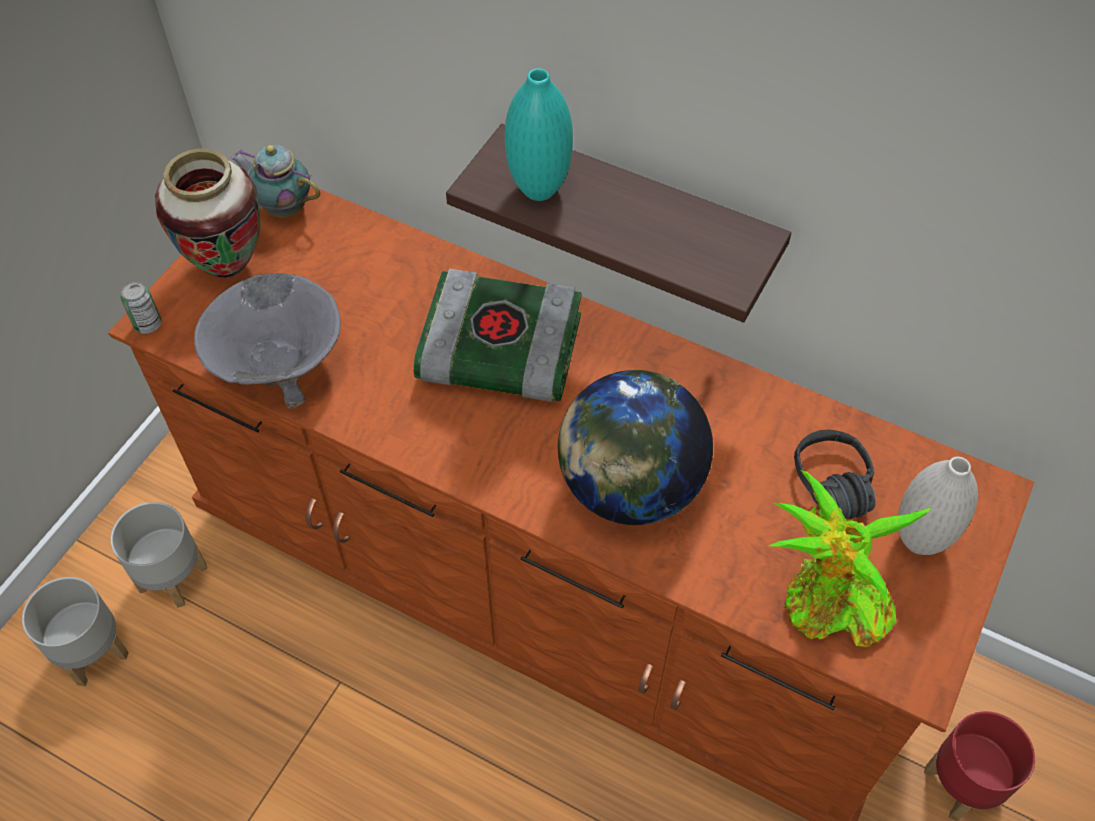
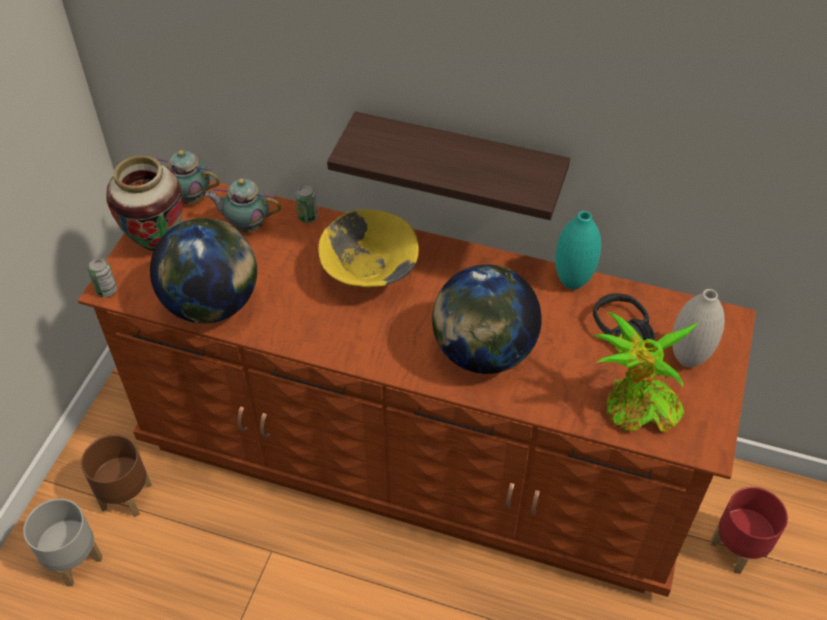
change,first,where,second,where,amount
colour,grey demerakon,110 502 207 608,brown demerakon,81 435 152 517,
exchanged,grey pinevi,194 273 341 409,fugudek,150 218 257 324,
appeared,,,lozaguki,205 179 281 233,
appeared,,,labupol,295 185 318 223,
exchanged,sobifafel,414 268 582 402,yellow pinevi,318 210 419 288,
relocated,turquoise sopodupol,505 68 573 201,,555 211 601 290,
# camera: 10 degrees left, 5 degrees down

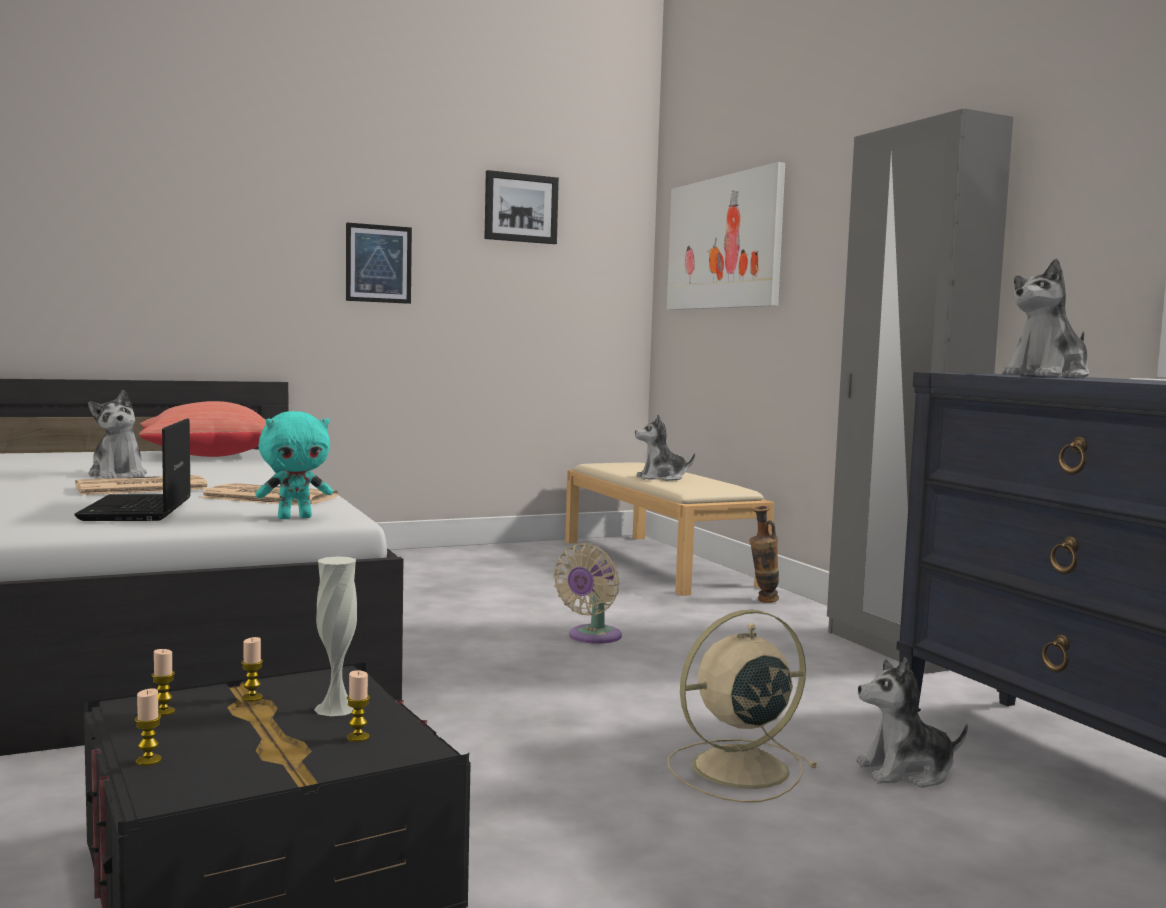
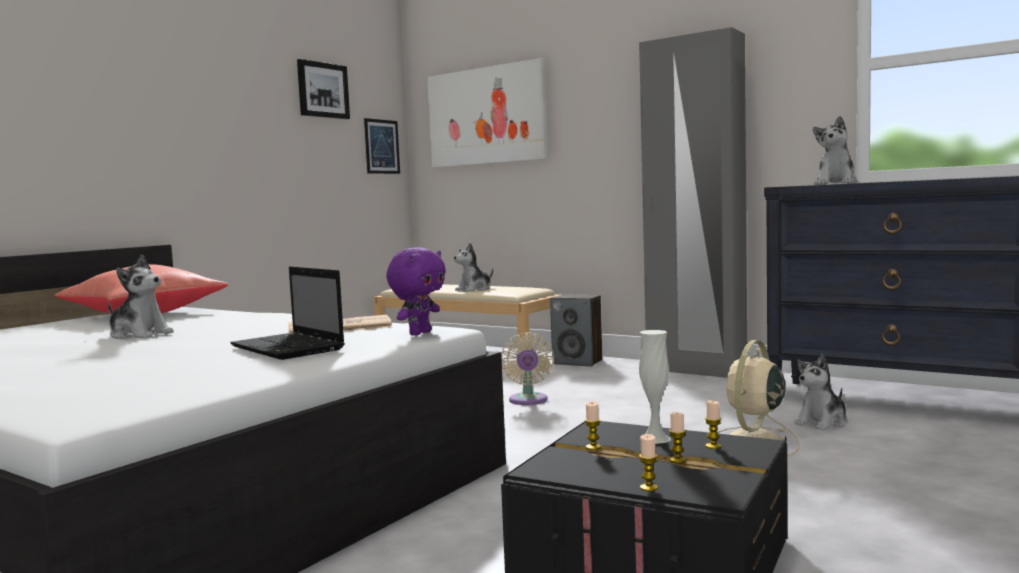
change,first,where,second,where,amount
relocated,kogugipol,346 222 412 304,,364 118 400 174,
colour,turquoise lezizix,255 411 333 519,purple lezizix,386 247 446 336,
exchanged,sopodupol,749 506 779 603,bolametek,550 294 602 366,
relocated,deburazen,152 649 175 716,,669 412 686 463,
missing,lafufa,75 475 208 495,,,
# camera: 30 degrees left, 0 degrees up

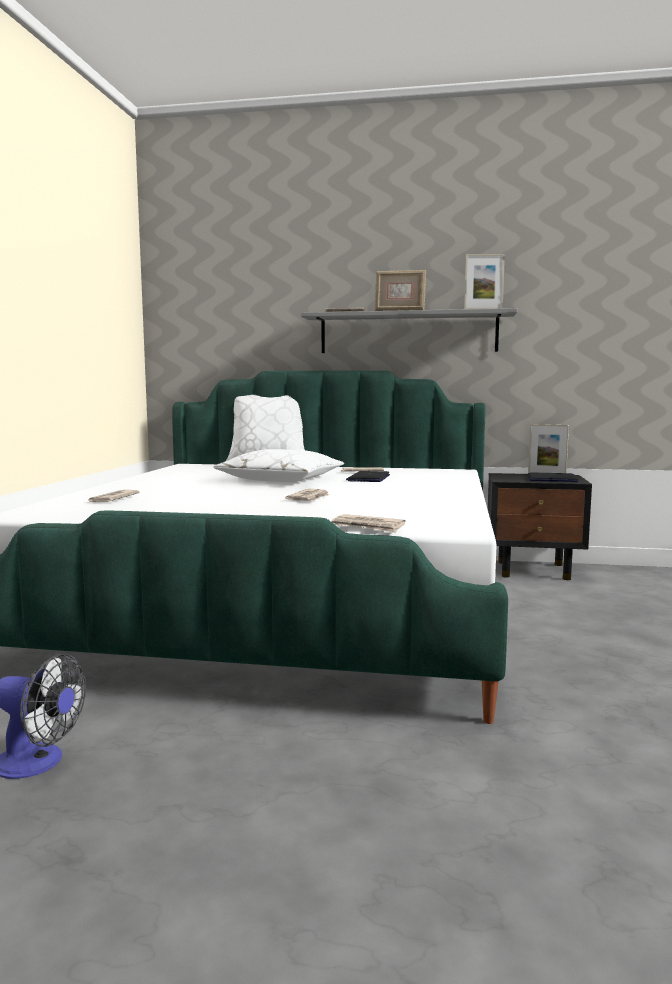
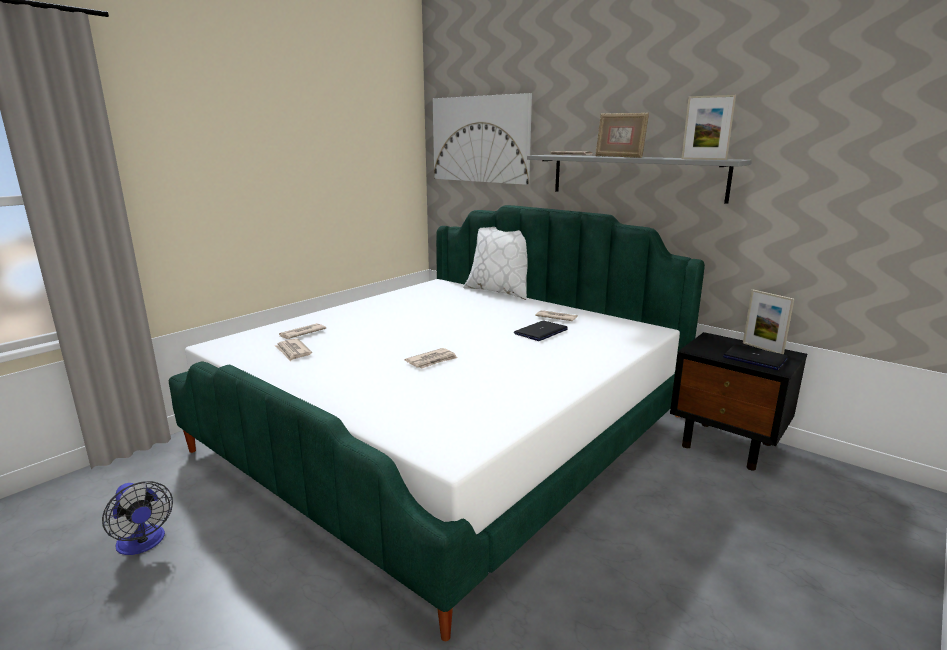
change,first,where,second,where,amount
relocated,lafufa,332 514 405 533,,275 338 312 361,
appeared,,,kogugipol,433 93 532 185,
missing,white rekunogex,213 449 344 482,,,
# camera: 30 degrees right, 10 degrees up

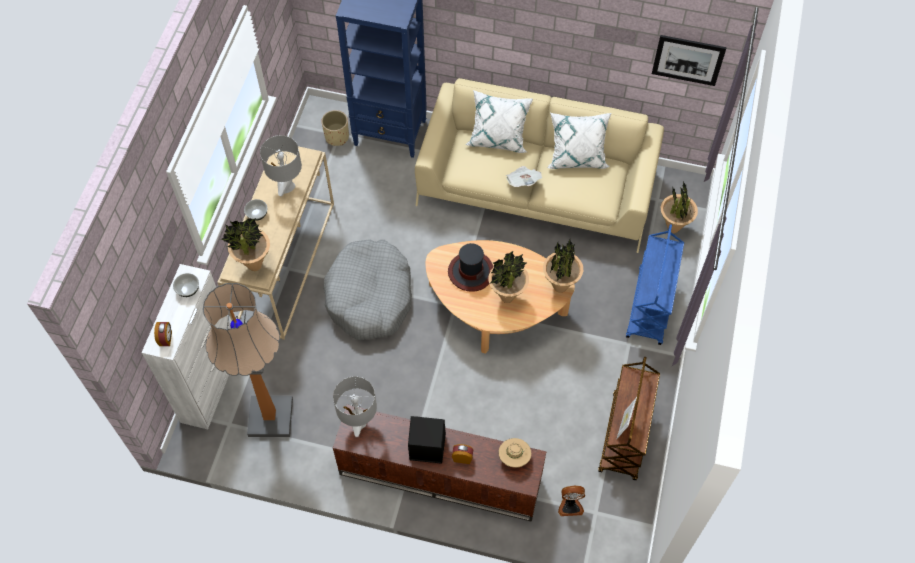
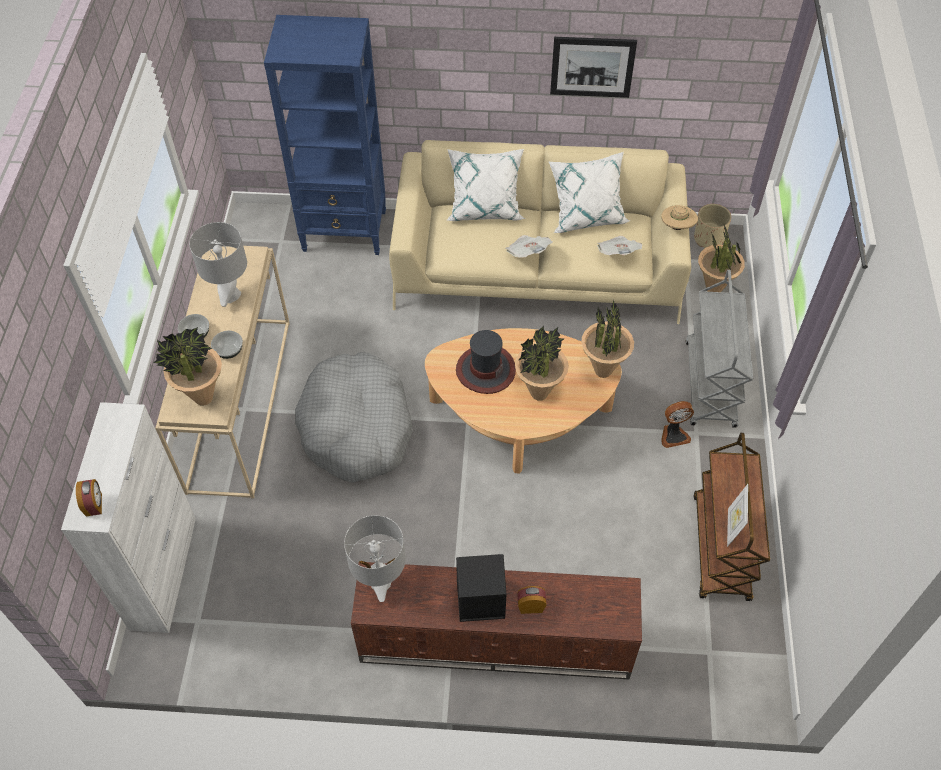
change,first,where,second,where,amount
relocated,pinevi,173 273 199 297,,211 331 243 359,
relocated,kogugipol,652 35 727 86,,550 37 637 98,
appeared,,,lafufa,597 236 642 255,
relocated,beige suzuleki,499 438 531 468,,661 205 698 230,
relocated,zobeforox,558 486 585 516,,661 401 694 448,
colour,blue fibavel,626 224 684 345,grey fibavel,685 270 753 428,
relocated,beige demerakon,321 110 349 146,,694 204 731 248,
missing,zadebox,203 283 293 437,,,
# camera: 10 degrees left, 5 degrees down

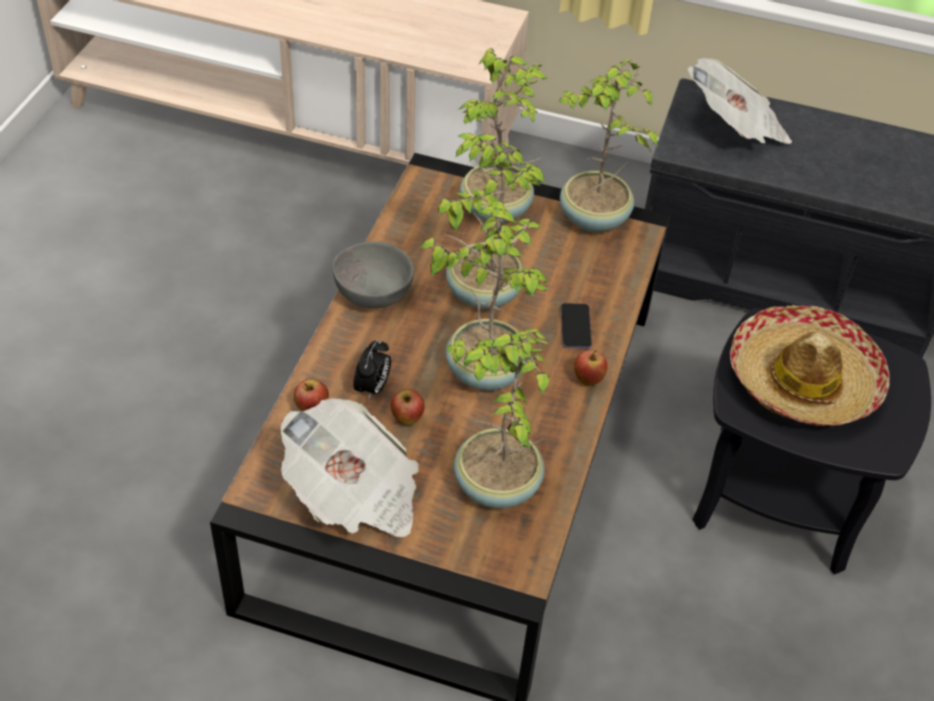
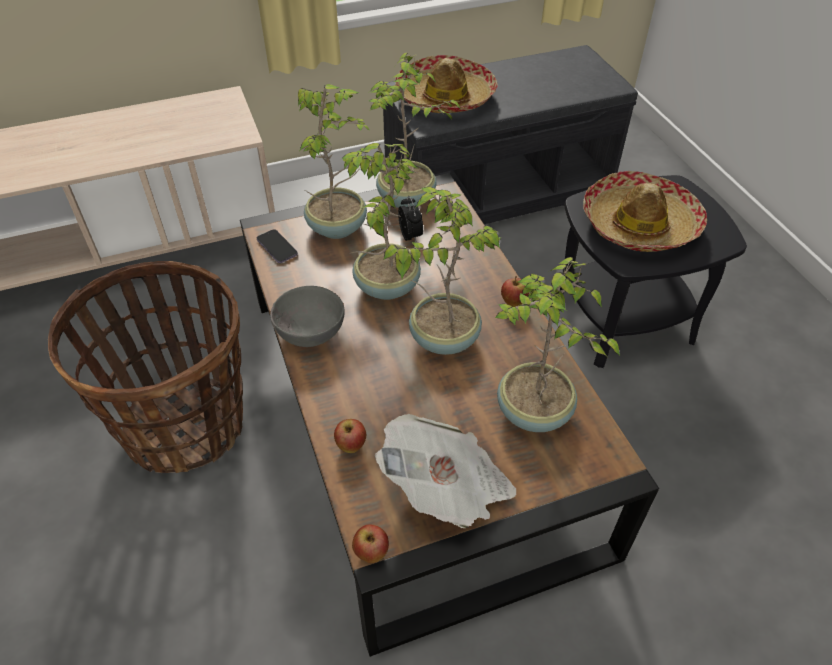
change,first,where,second,where,amount
appeared,,,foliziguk,48 261 243 473,
relocated,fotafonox,561 303 592 349,,257 229 298 263,
relocated,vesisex,391 389 425 426,,352 524 389 563,
exchanged,lafufa,687 58 792 144,suzuleki,395 55 497 113,
relocated,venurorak,353 340 391 400,,398 196 423 242,
# camera: 35 degrees left, 0 degrees up

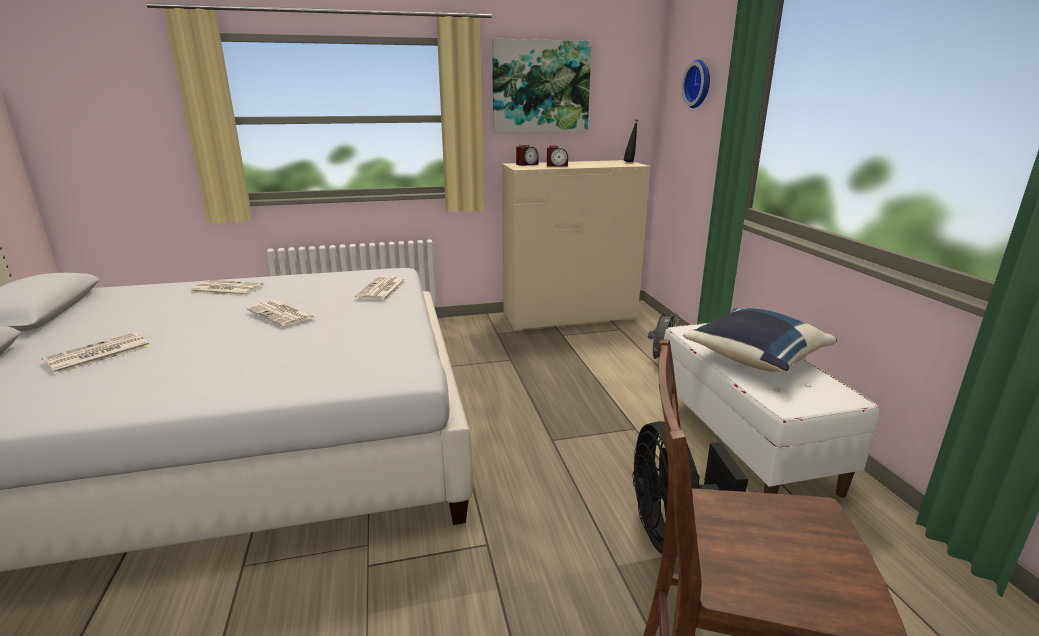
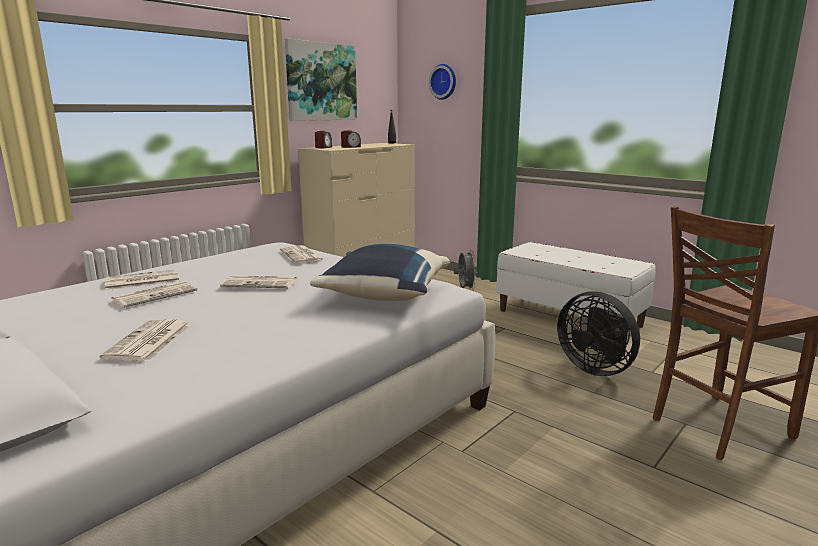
change,first,where,second,where,amount
appeared,,,lafufa,111 281 198 308,
relocated,blue rekunogex,683 308 837 372,,310 244 450 301,
# camera: 35 degrees left, 5 degrees down

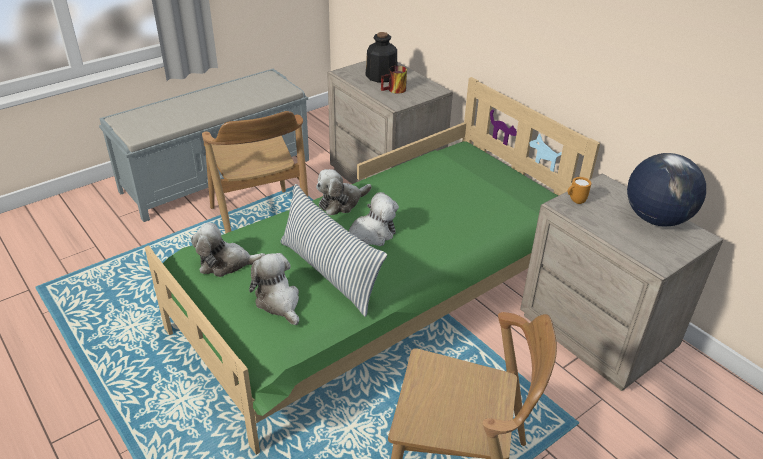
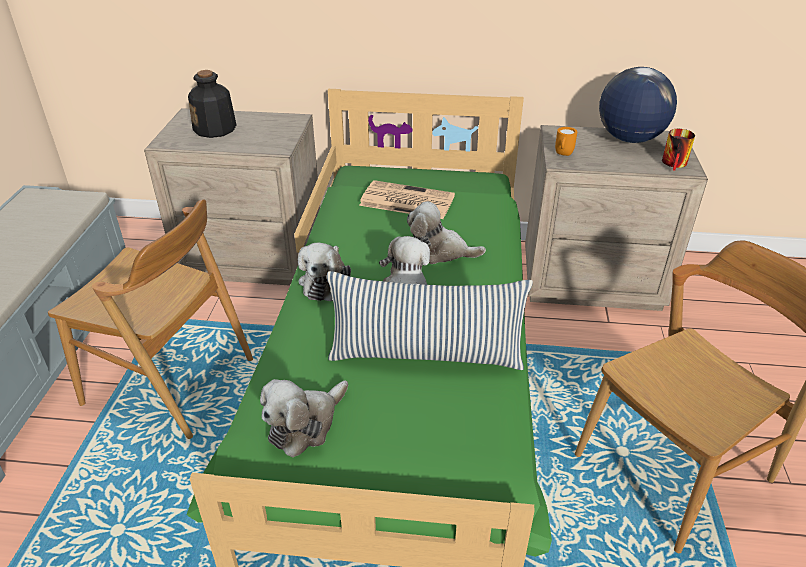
change,first,where,second,where,amount
appeared,,,lafufa,359 180 455 219,
relocated,lezizix,249 253 299 325,,407 201 486 264,
relocated,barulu,381 66 407 94,,662 129 695 171,
# camera: 45 degrees left, 0 degrees up

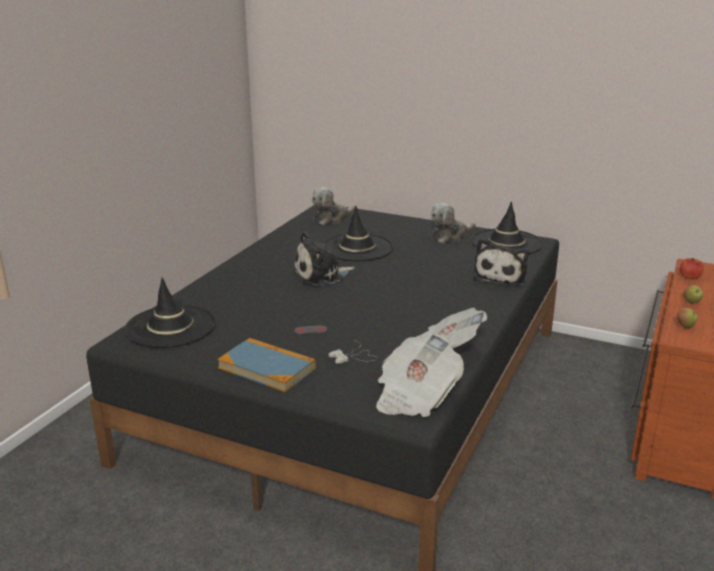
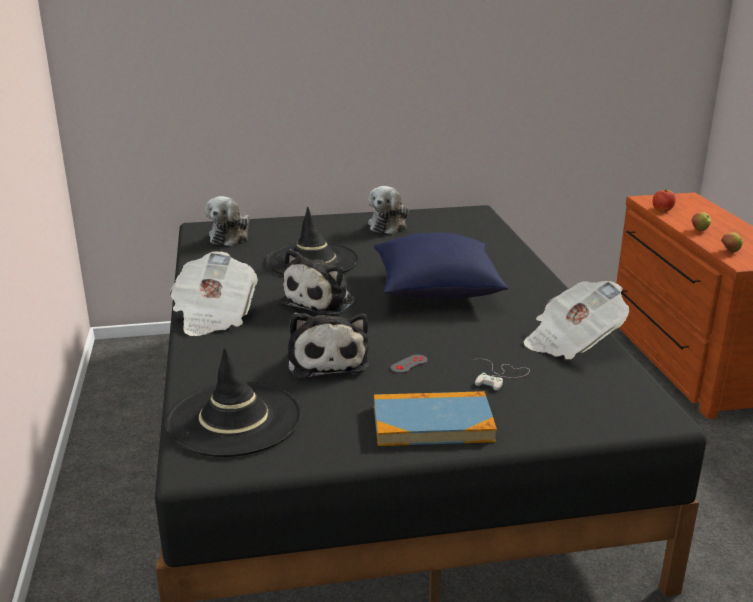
change,first,where,second,where,amount
relocated,lafufa,376 334 464 417,,170 252 258 336,
relocated,lezizix,473 238 528 287,,287 312 369 379,
appeared,,,blue rekunogex,374 232 508 299,
missing,black suzuleki,471 201 543 255,,,
# camera: 35 degrees left, 0 degrees up

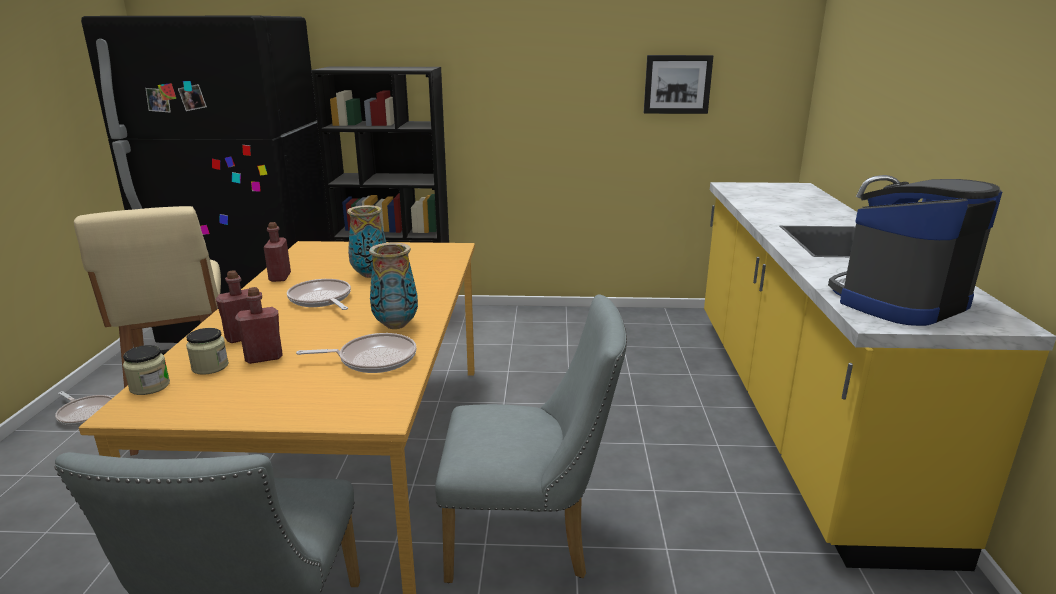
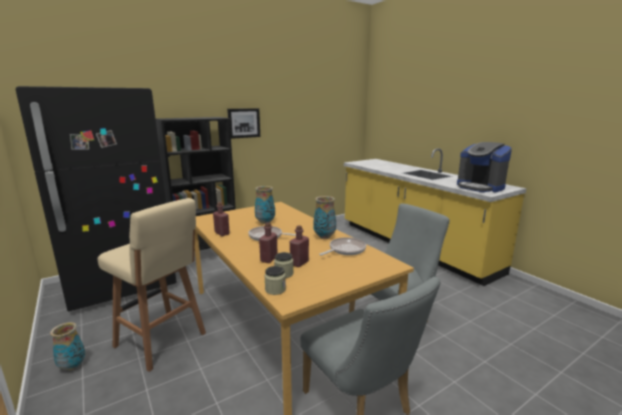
change,first,where,second,where,amount
exchanged,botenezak,55 391 112 426,sopodupol,50 322 85 370,
relocated,kogugipol,644 55 713 114,,227 108 260 139,
spun,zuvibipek,828 179 1002 326,,457 142 512 192,60 degrees counterclockwise
# camera: 35 degrees left, 5 degrees down

